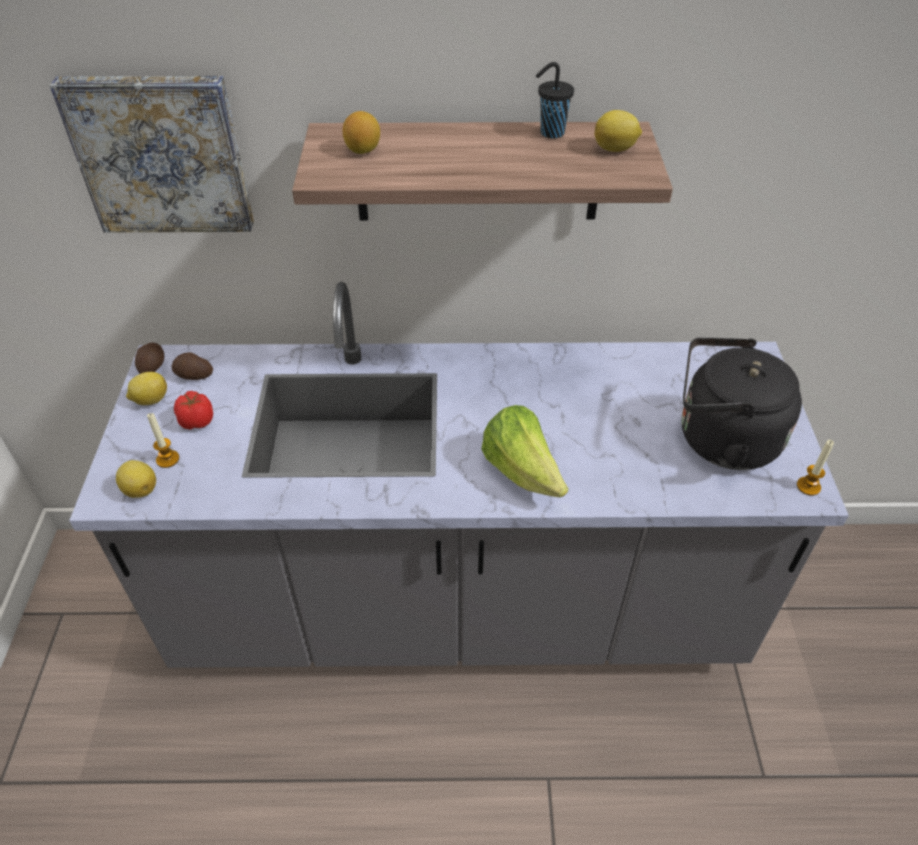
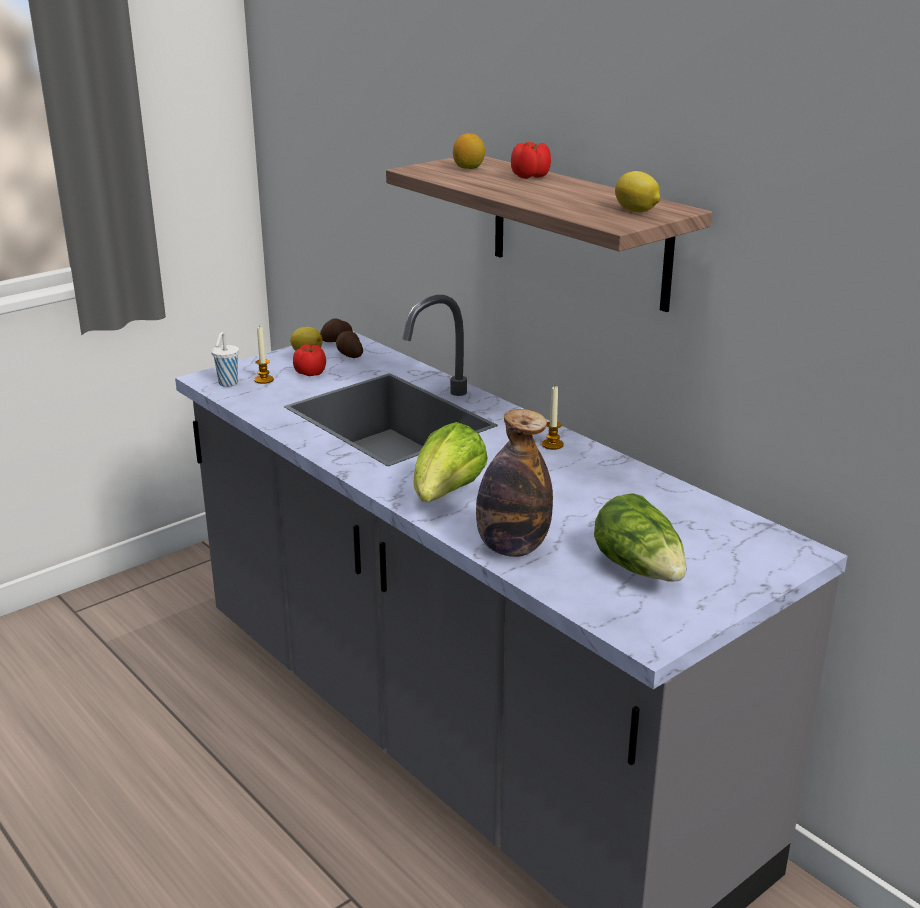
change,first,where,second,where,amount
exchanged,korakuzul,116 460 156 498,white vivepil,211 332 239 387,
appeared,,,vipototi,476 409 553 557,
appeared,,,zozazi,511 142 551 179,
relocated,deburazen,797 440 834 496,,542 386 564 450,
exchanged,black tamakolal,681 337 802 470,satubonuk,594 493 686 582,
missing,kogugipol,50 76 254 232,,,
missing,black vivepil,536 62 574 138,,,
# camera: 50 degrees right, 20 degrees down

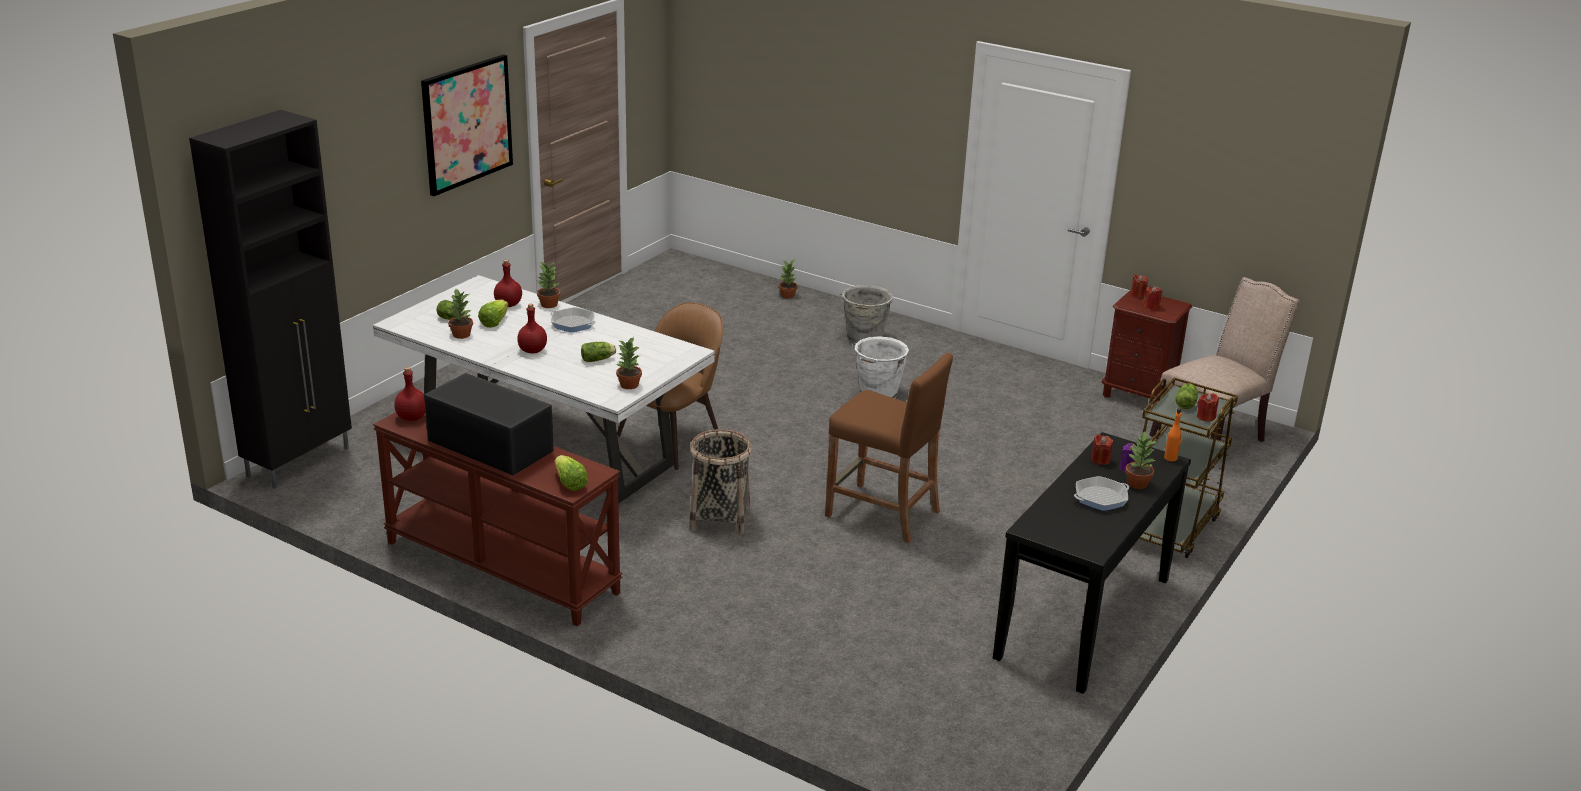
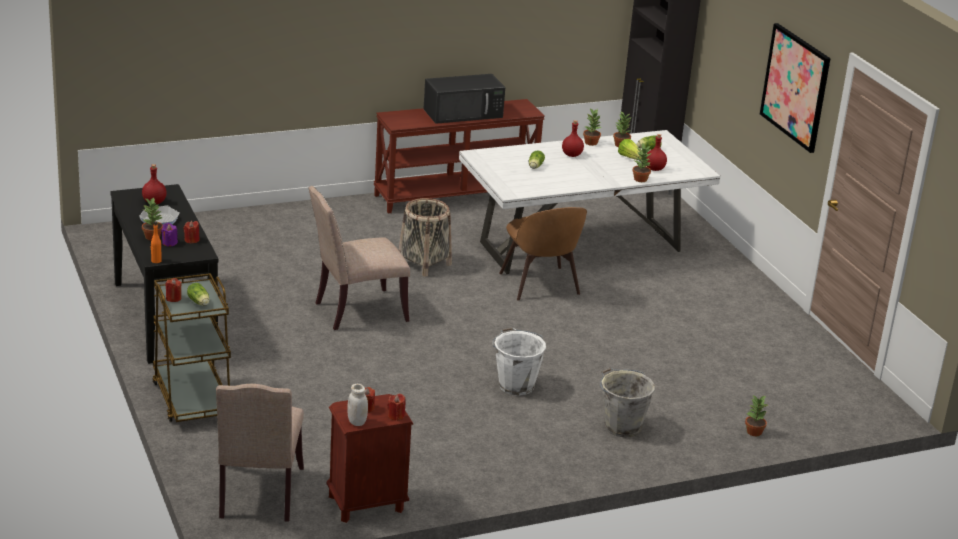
change,first,where,second,where,amount
relocated,red vipototi,394 367 425 421,,142 164 167 205,
exchanged,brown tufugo,825 353 953 543,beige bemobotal,308 186 410 330,
appeared,,,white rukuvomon,347 384 368 426,
relocated,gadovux,616 337 642 389,,583 109 602 146,
missing,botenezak,550 307 596 332,,,
missing,satubonuk,555 455 588 491,,,
# camera: 125 degrees right, 0 degrees up

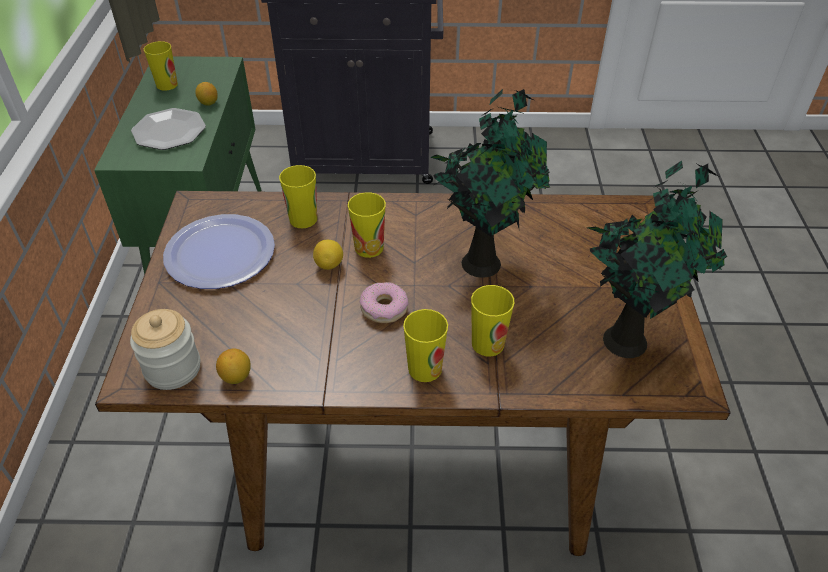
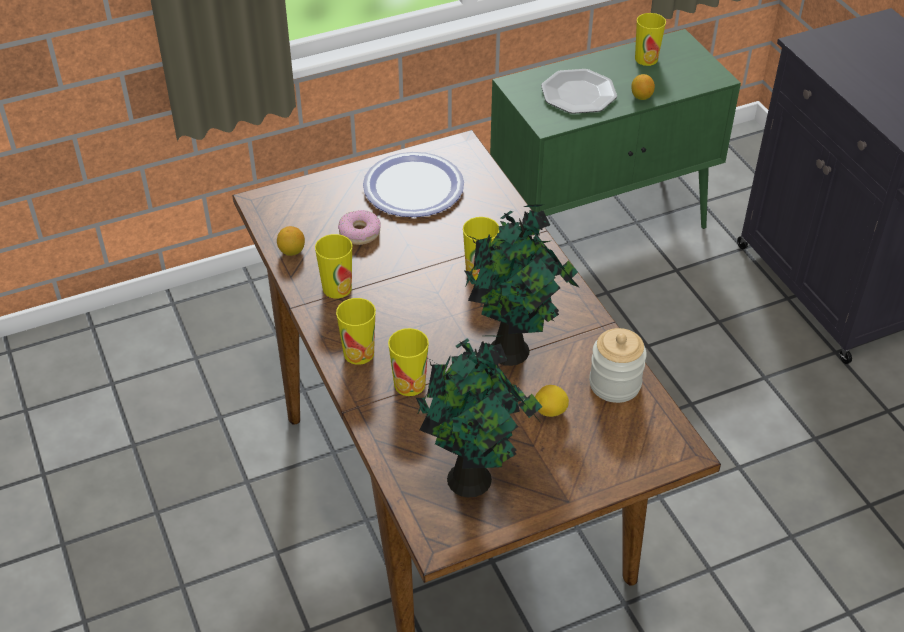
change,first,where,second,where,amount
relocated,vivepil,279 165 317 228,,315 234 352 298,
relocated,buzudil,360 282 408 323,,338 210 381 245,
relocated,korakuzul,313 240 343 270,,535 385 569 417,
relocated,rukuvomon,130 309 200 390,,589 328 647 403,
# camera: 65 degrees right, 0 degrees up

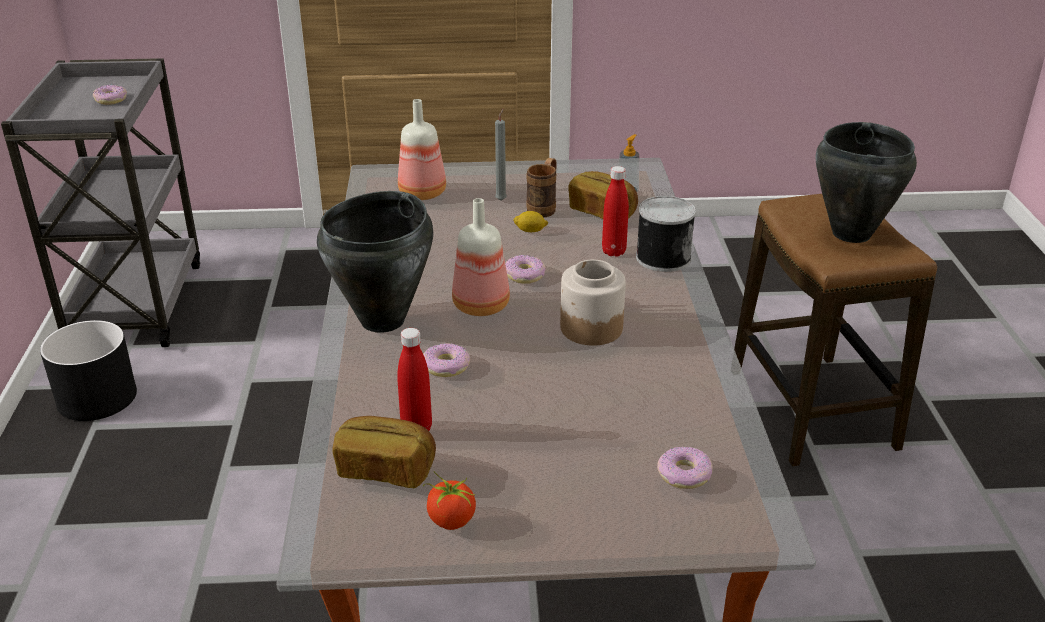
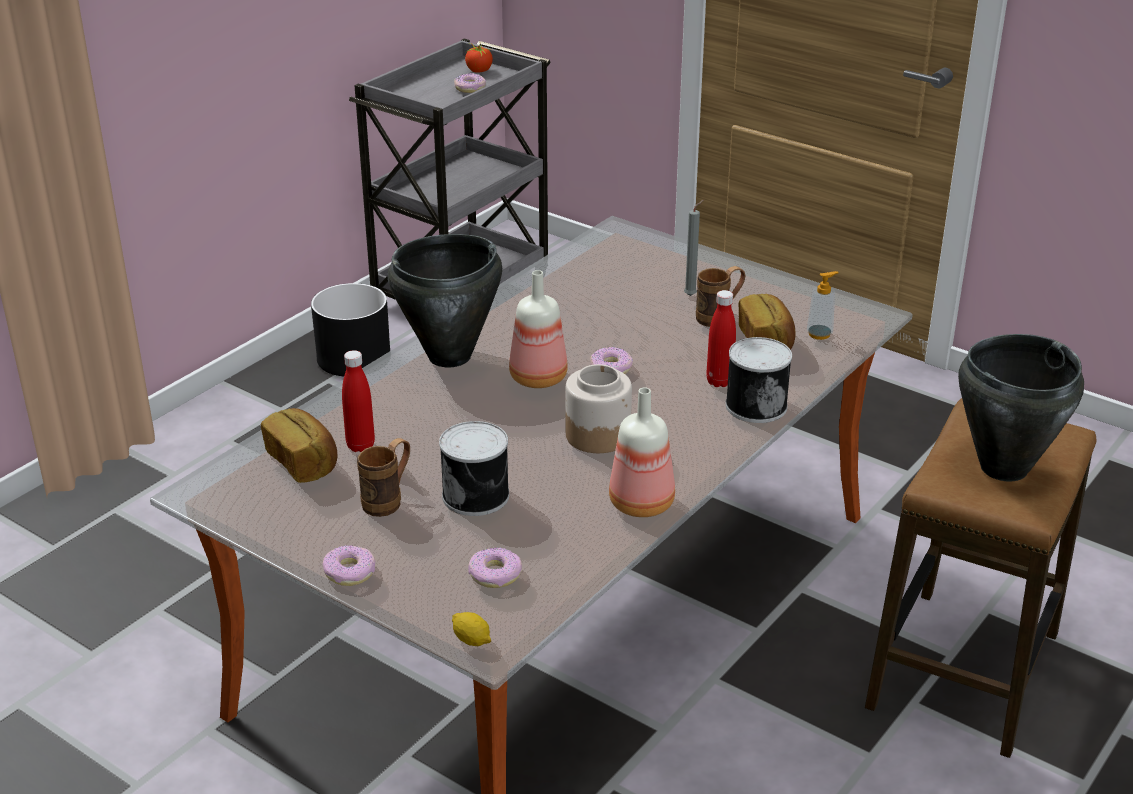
change,first,where,second,where,amount
relocated,buzudil,423 343 470 377,,322 545 375 586,
appeared,,,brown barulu,357 438 410 517,
appeared,,,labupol,439 421 509 516,
relocated,korakuzul,513 211 548 232,,452 612 491 646,
relocated,zozazi,423 471 476 530,,465 41 493 73,
relocated,vipototi,398 99 446 200,,609 387 675 517,
# camera: 40 degrees right, 0 degrees up

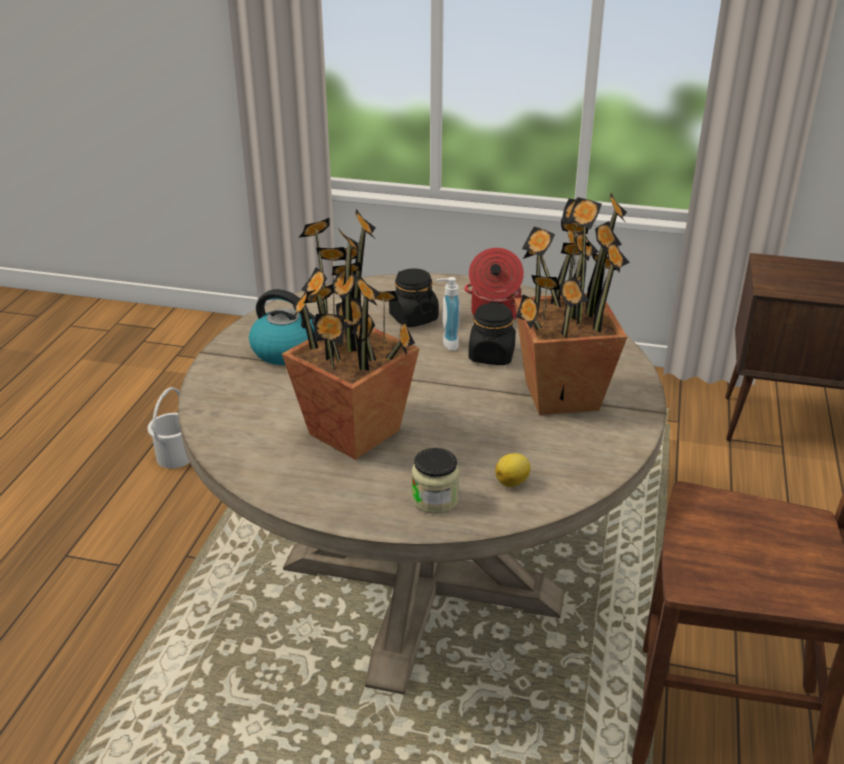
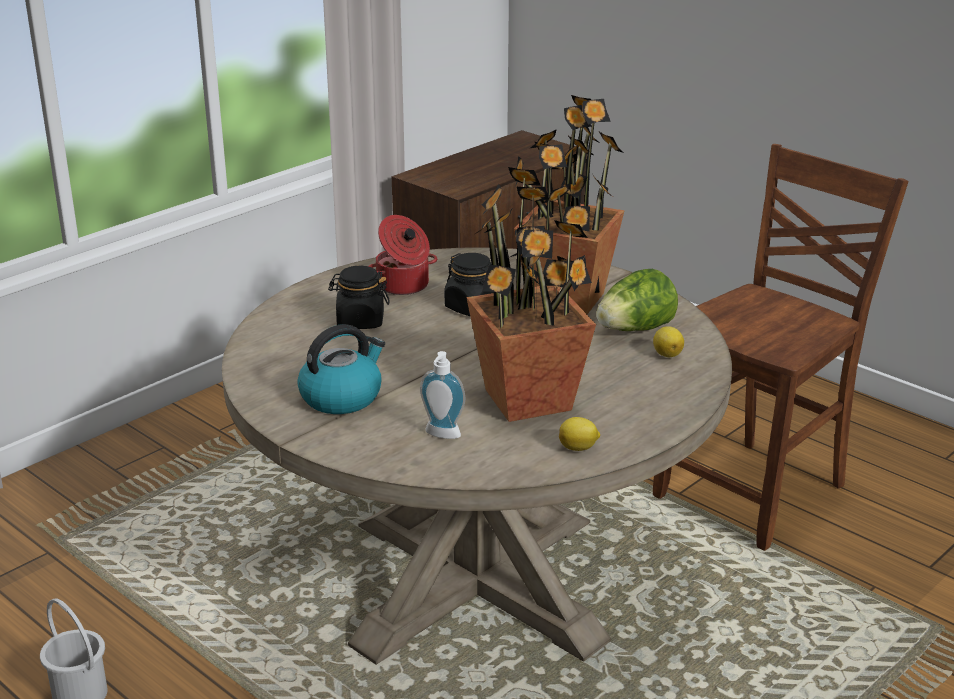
change,first,where,second,where,amount
relocated,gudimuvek,436 277 460 351,,420 351 465 439,
appeared,,,korakuzul,559 417 600 451,
appeared,,,satubonuk,596 269 678 331,
missing,rukuvomon,412 448 459 514,,,
# camera: 60 degrees left, 5 degrees down

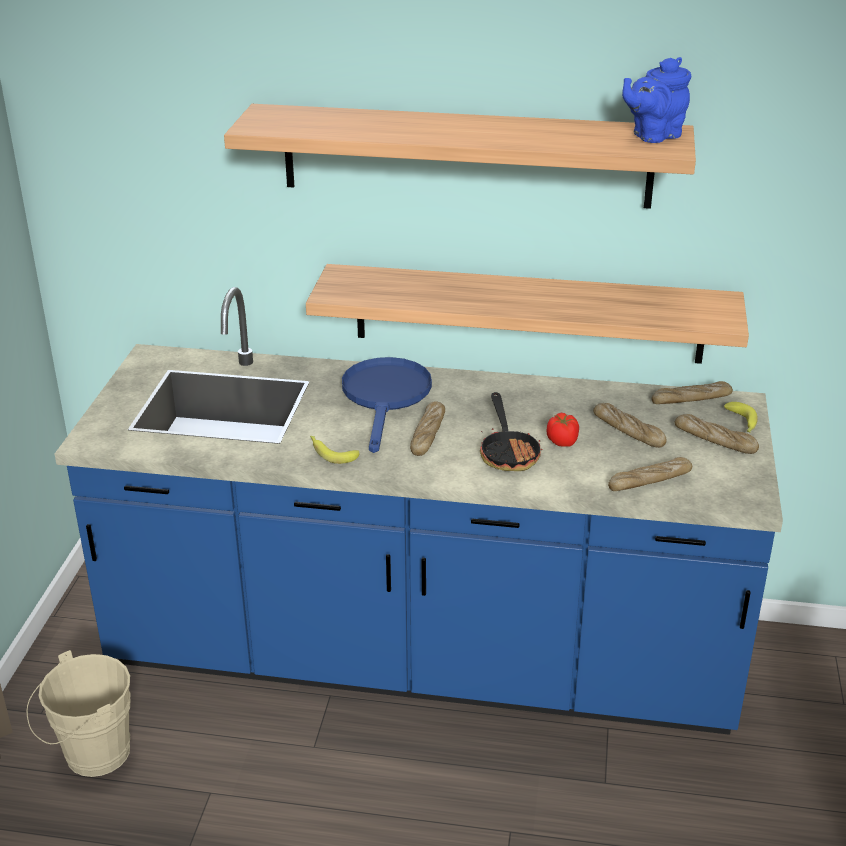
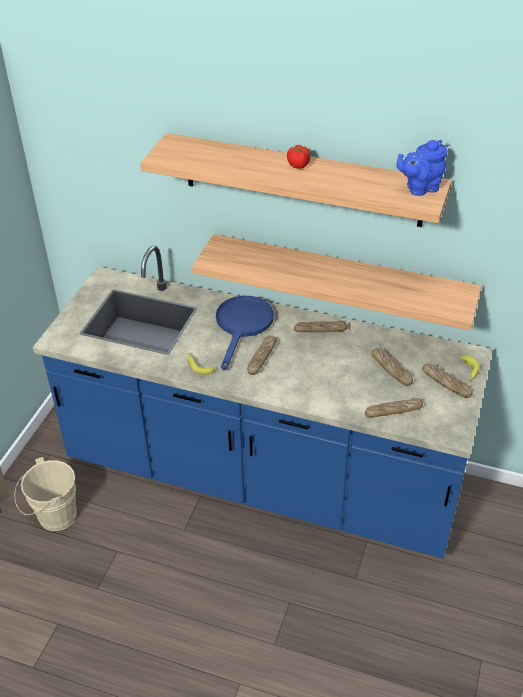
change,first,where,second,where,amount
relocated,zozazi,546 413 579 447,,287 145 310 169,
relocated,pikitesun,651 381 733 404,,294 321 348 332,
missing,botenezak,480 392 543 471,,,
# camera: 10 degrees right, 10 degrees up

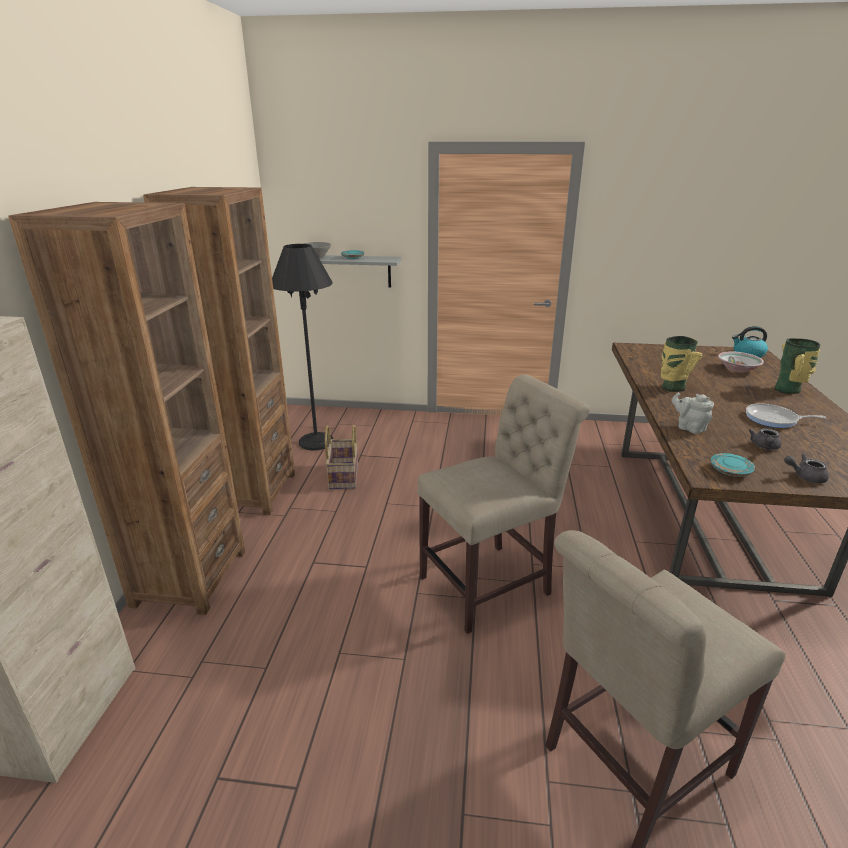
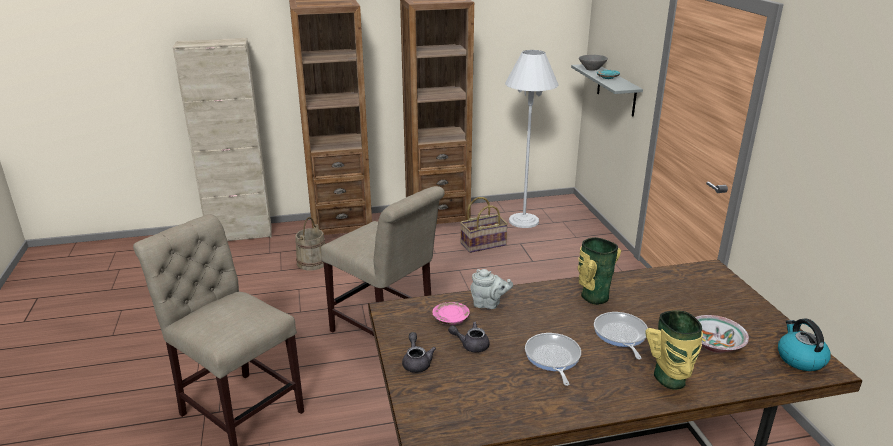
change,first,where,second,where,amount
appeared,,,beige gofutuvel,295 217 325 270,
appeared,,,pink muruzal,432 302 470 325,
spun,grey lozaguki,672 393 714 434,,470 269 513 309,75 degrees clockwise
colour,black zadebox,272 244 333 450,white zadebox,505 50 559 228,
appeared,,,botenezak,594 312 648 359,
missing,turquoise muruzal,711 453 755 477,,,
# camera: 70 degrees right, 0 degrees up

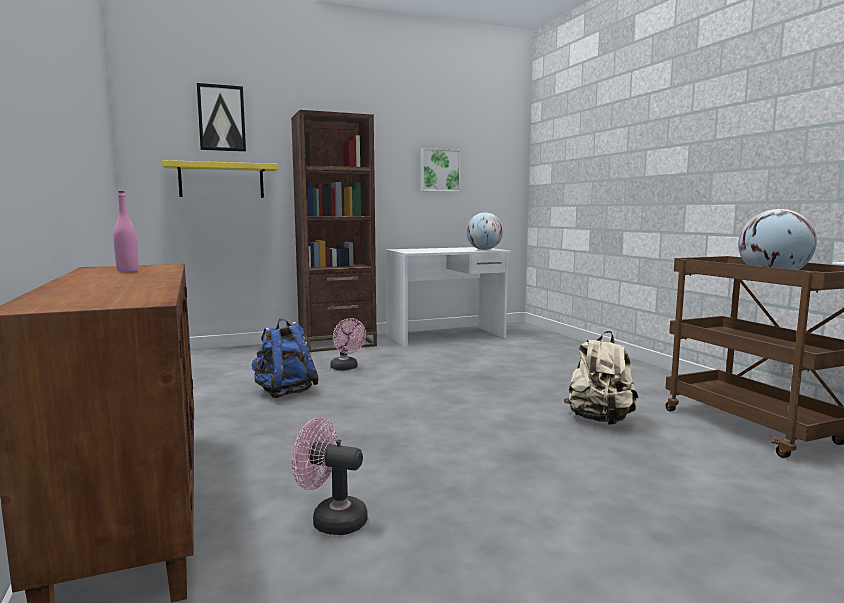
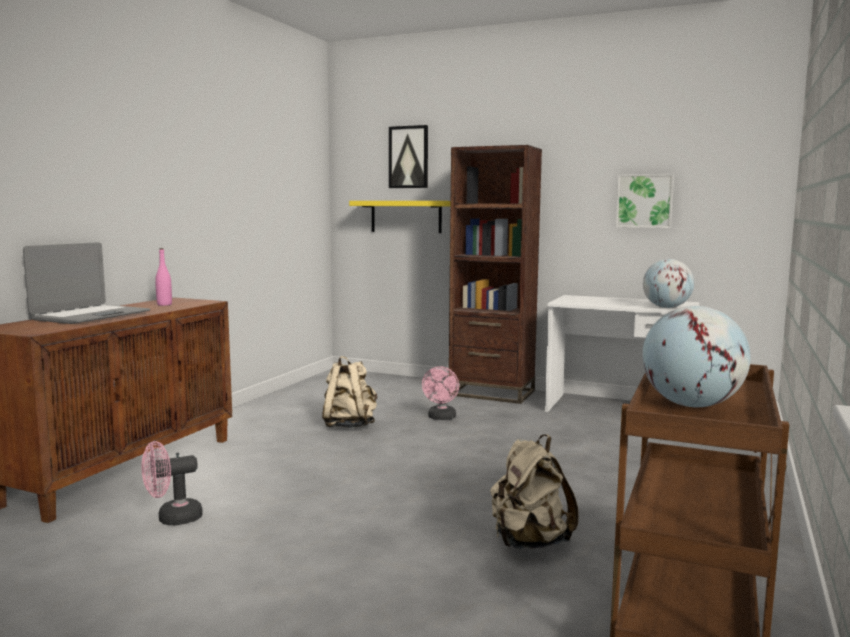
change,first,where,second,where,amount
appeared,,,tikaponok,23 242 150 324,
spun,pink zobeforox,292 418 368 535,,141 441 203 525,90 degrees counterclockwise
colour,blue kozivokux,252 319 319 398,beige kozivokux,322 356 377 428,
# camera: 45 degrees right, 0 degrees up

